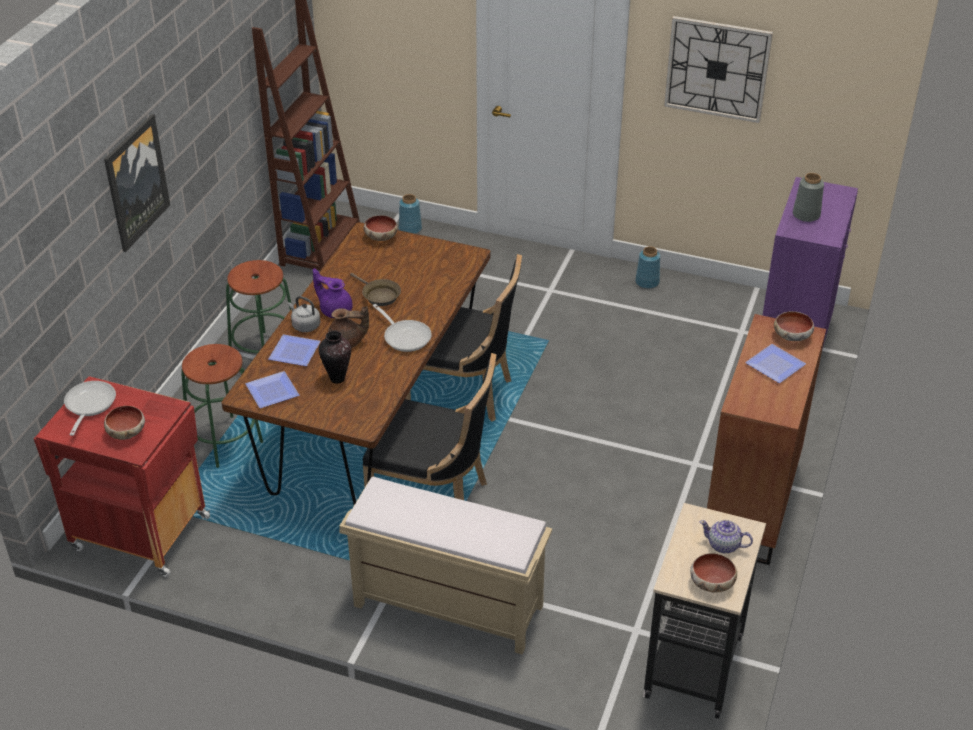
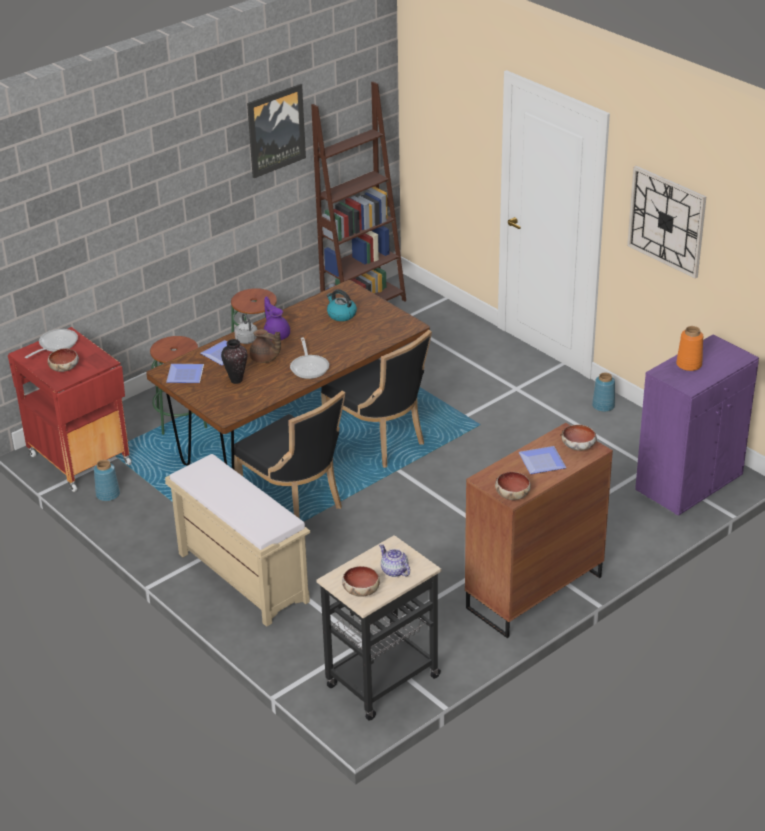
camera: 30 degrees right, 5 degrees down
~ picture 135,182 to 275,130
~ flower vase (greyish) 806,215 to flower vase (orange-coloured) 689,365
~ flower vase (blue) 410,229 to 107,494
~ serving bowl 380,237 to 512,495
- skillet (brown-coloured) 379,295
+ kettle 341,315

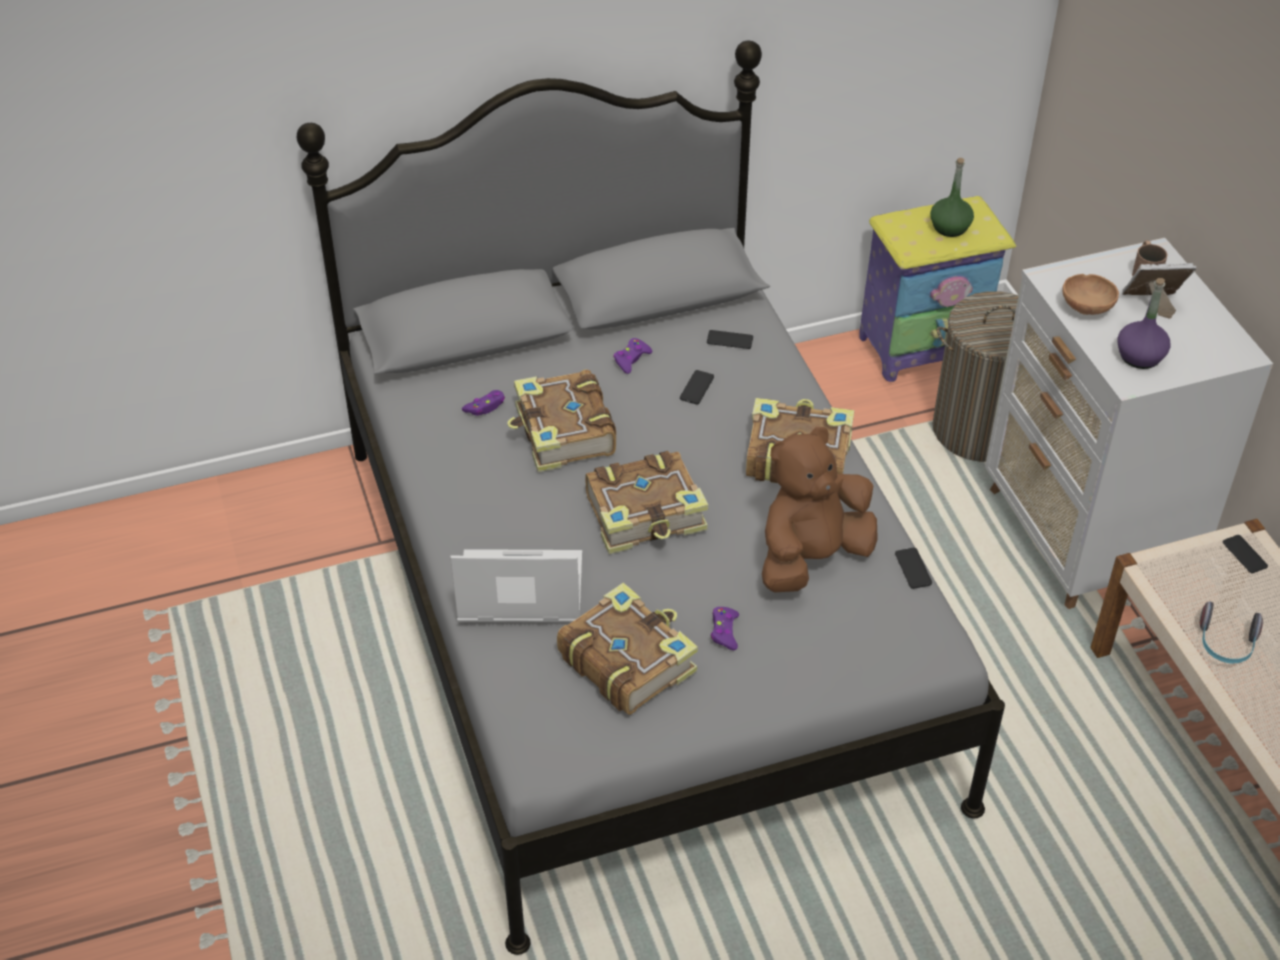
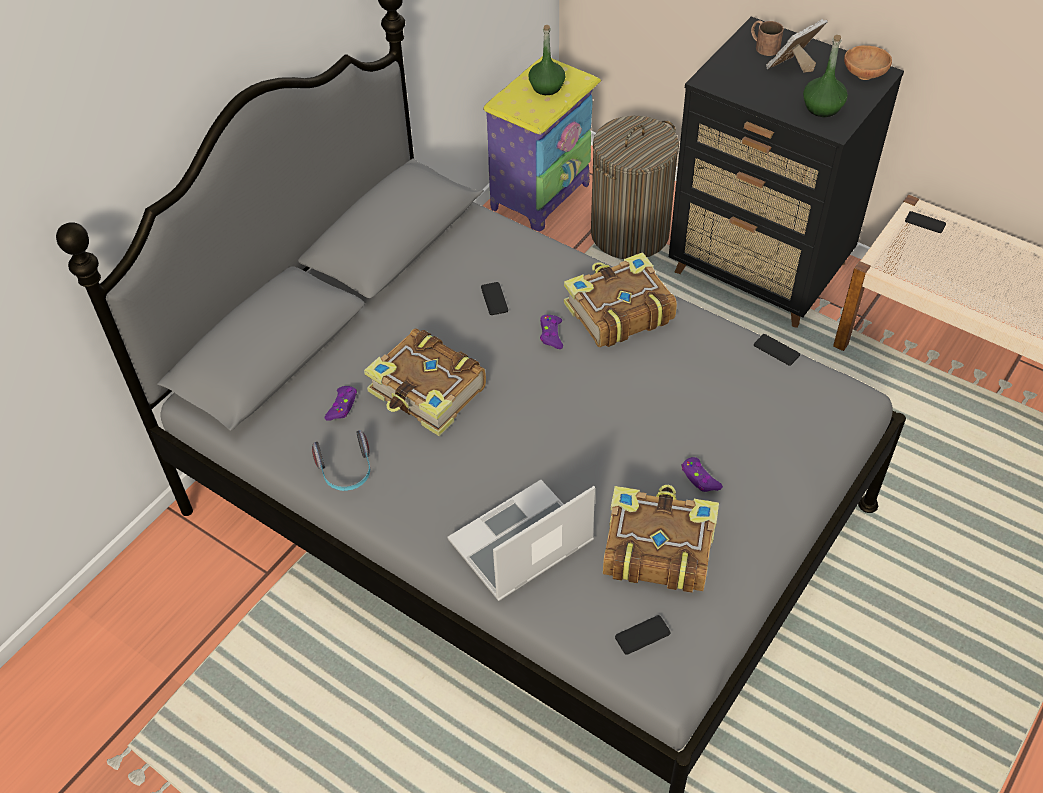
camera: 35 degrees left, 5 degrees up
~ chest of drawers (white) 1088,533 to chest of drawers (black-coloured) 761,268
~ serving bowl (brown-coloured) 1087,307 to 864,74
~ bottle (purplish) 1140,356 to bottle (green-coloured) 822,107
~ telephone 729,340 to 642,635
~ joypad (purplish) 631,359 to 551,335
- plush toy (brown-coloured) 811,558
- volume 647,515
~ headset 1225,645 to 346,471

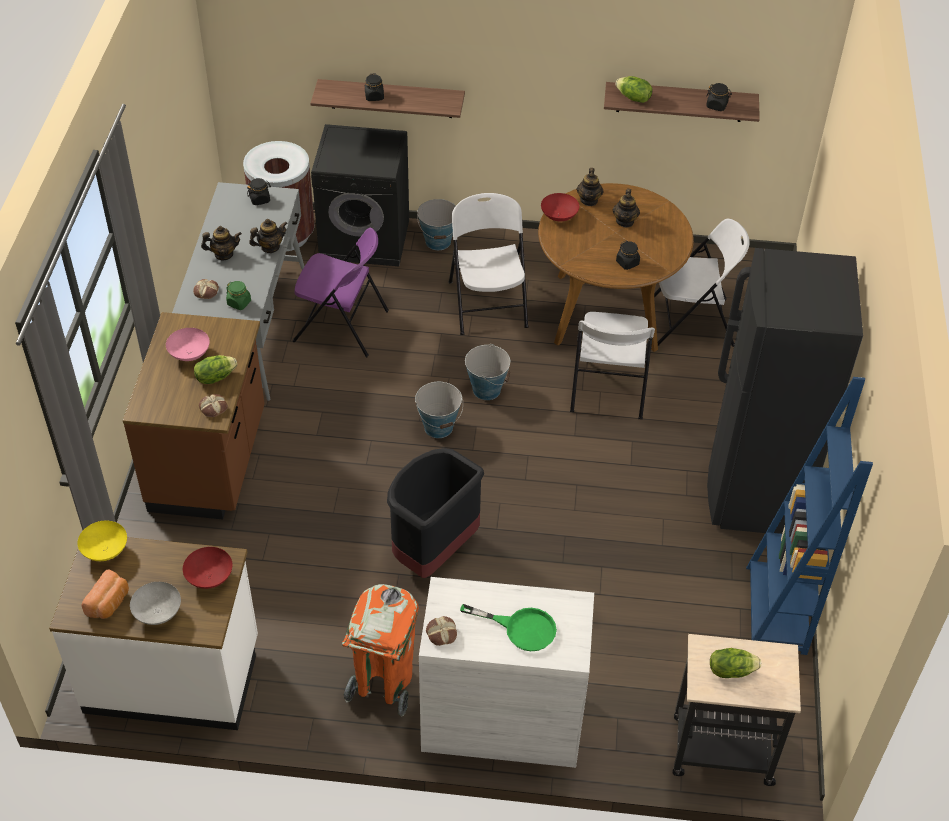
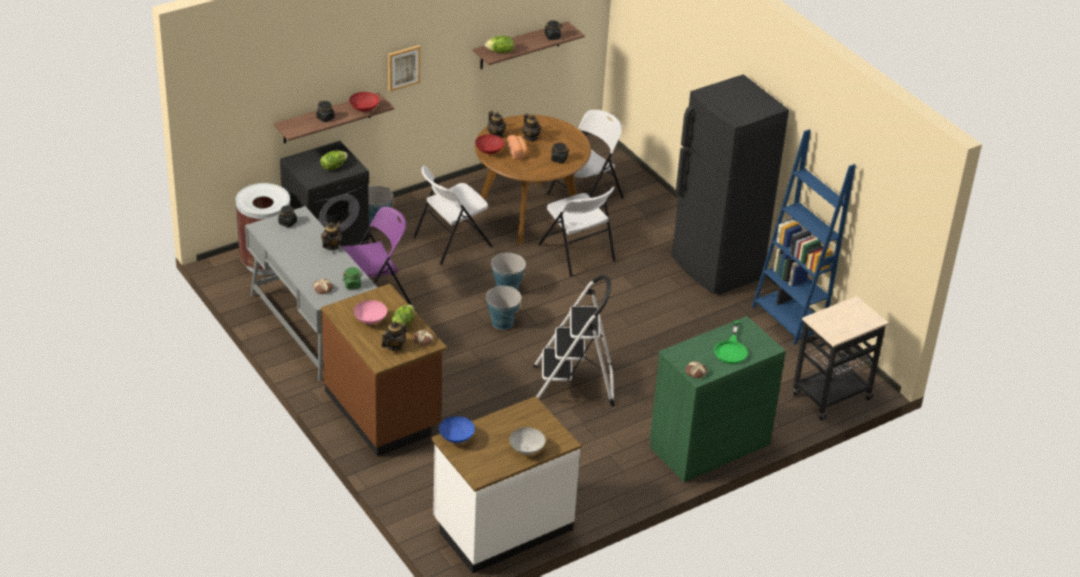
camera: 40 degrees left, 10 degrees down
~ chair (white) 488,304 = 452,242 75 degrees counterclockwise
~ tea pot 223,254 to 394,346
~ trash can (black-coloured) 433,551 to step ladder 576,386
~ serving bowl (yellow-coloured) 104,550 to serving bowl (blue) 456,438
~ serving bowl (reddish) 210,577 to 364,109
~ baked bread 109,603 to 518,153
~ chest of drawers (white) 501,719 to chest of drawers (green-coloured) 708,445
- trash can (orange-coloured) 383,684
~ skillet (green-coloured) 521,628 = 731,349 120 degrees clockwise
~ head of lettuce 731,670 to 333,166
+ picture 403,67

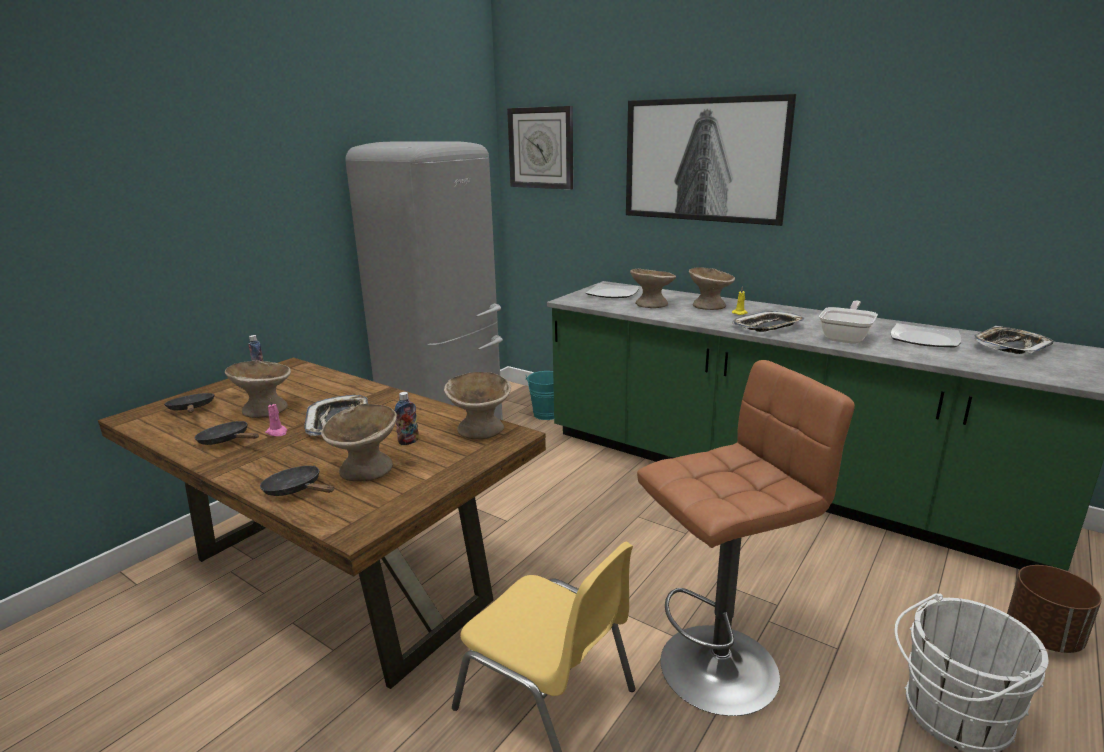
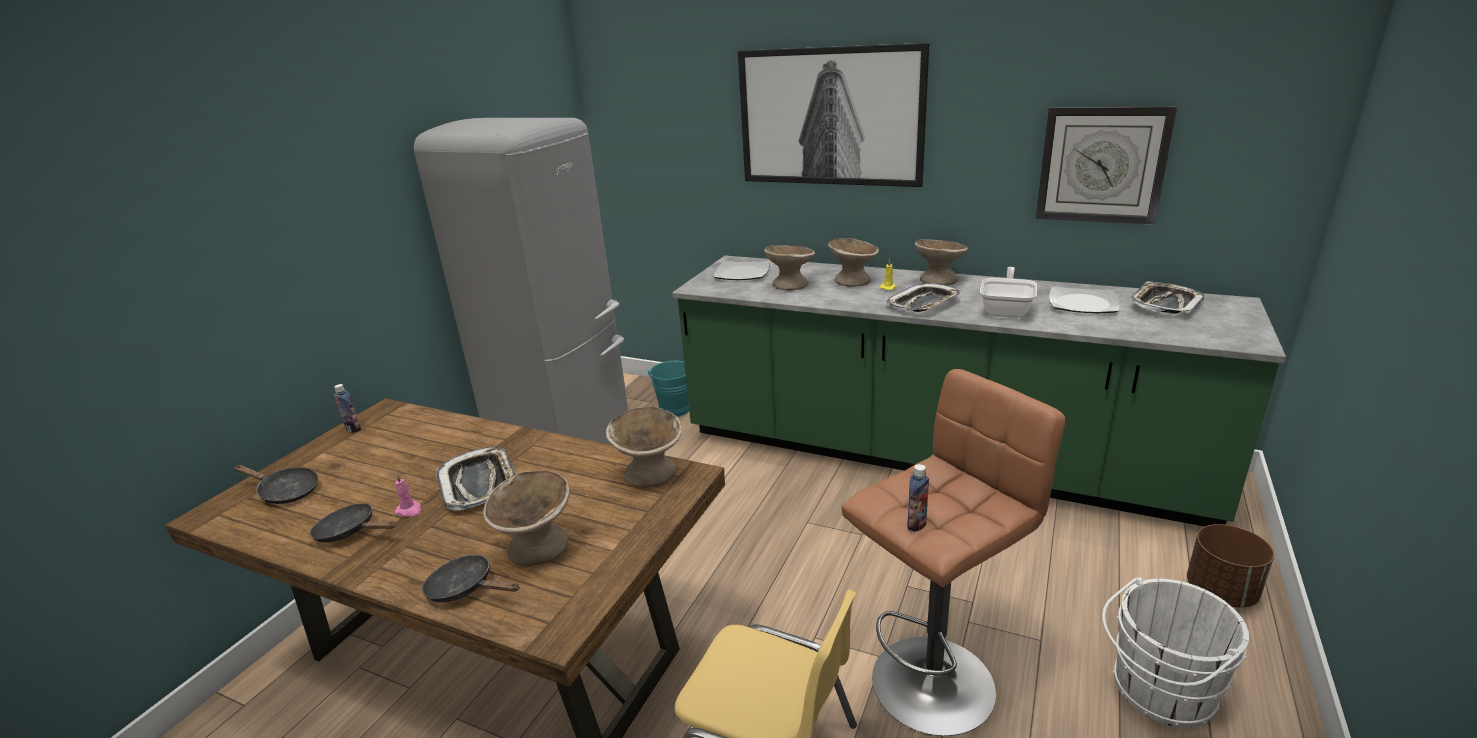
camera: 10 degrees left, 5 degrees up
~ wall clock 541,148 to 1102,165
~ serving bowl (beige) 265,409 to 938,280
~ bottle 408,441 to 916,524
~ skillet (black-coloured) 192,409 = 285,492 150 degrees clockwise

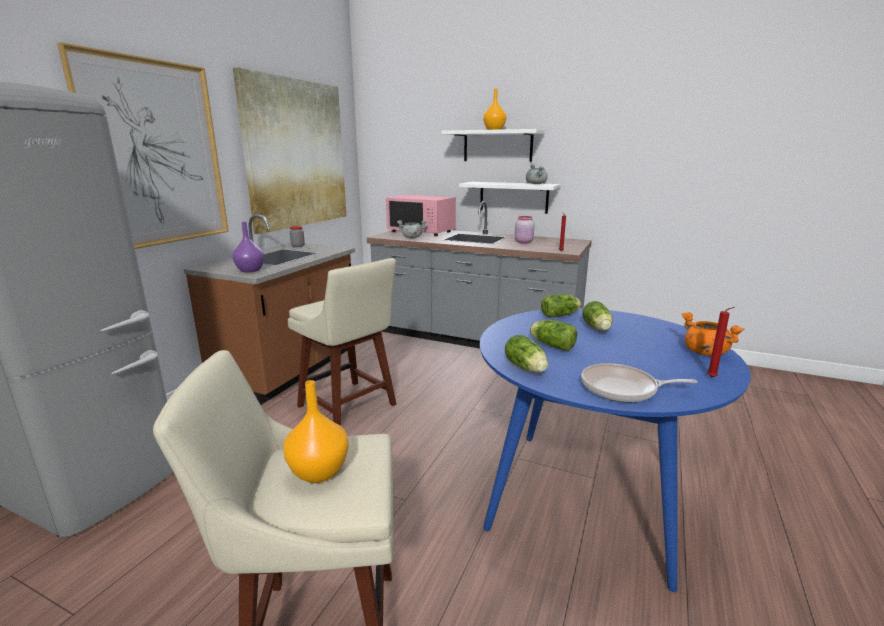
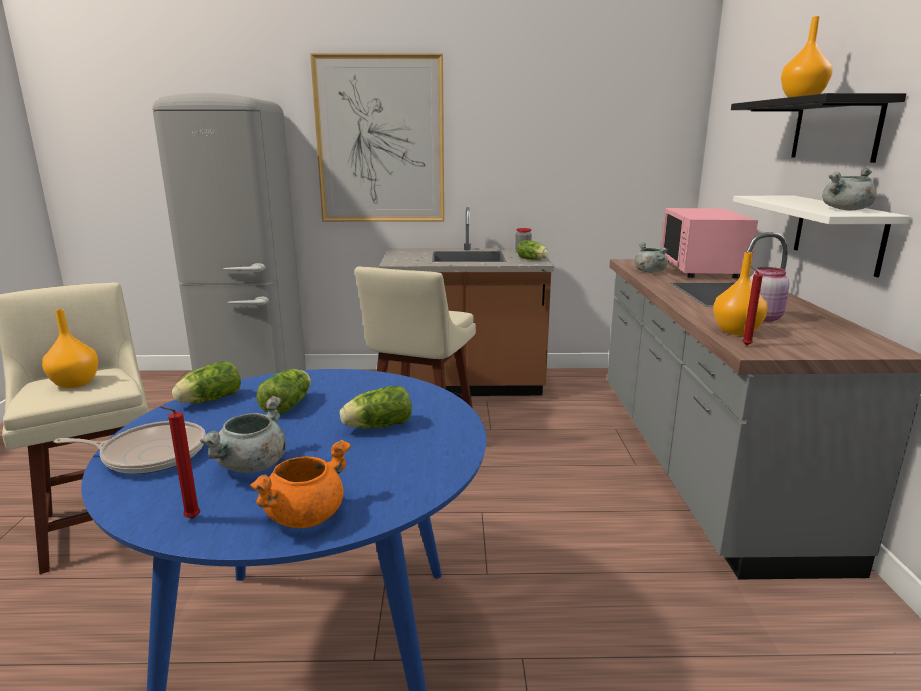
camera: 65 degrees right, 0 degrees up
- picture 296,154
~ bracket shelf (white) 497,146 to bracket shelf (black-coloured) 835,129
- flower vase (purplish) 250,270
~ head of lettuce 561,315 to 533,260
~ skillet 622,389 = 150,454 105 degrees clockwise
+ flower vase (orange-coloured) 735,331
+ stockpot (greyish) 252,466

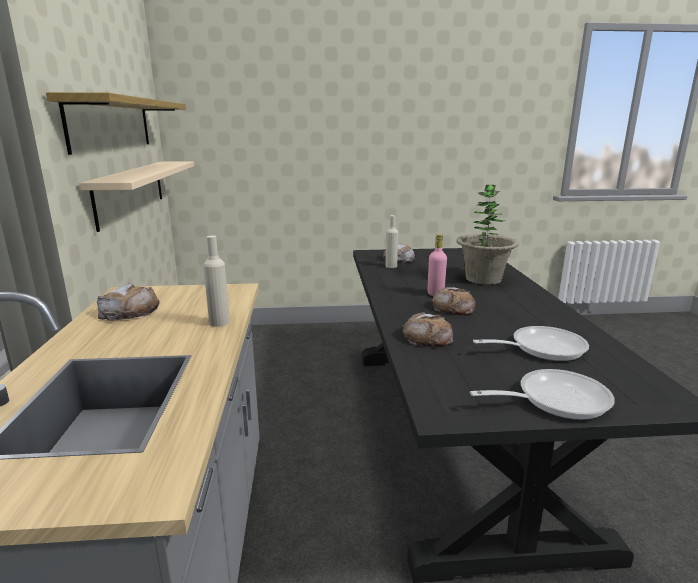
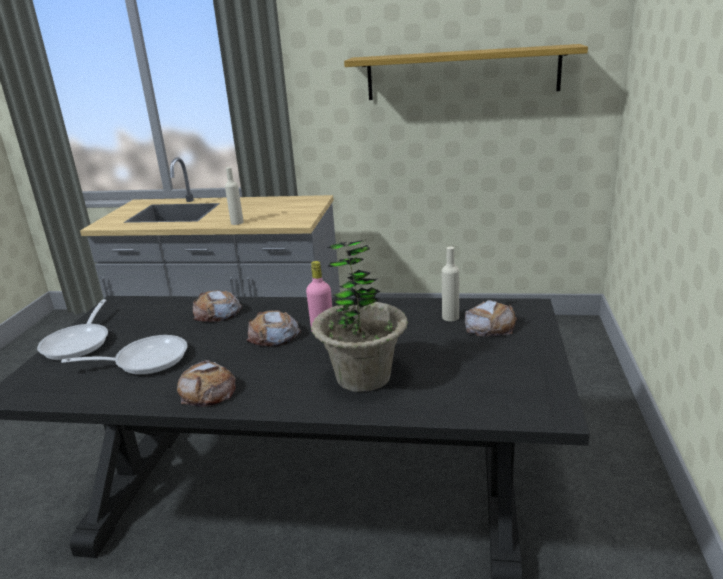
camera: 105 degrees right, 5 degrees up
- bracket shelf (beige) 131,191
~ baked bread 129,311 to 208,391
~ skillet 541,348 = 145,360 105 degrees counterclockwise

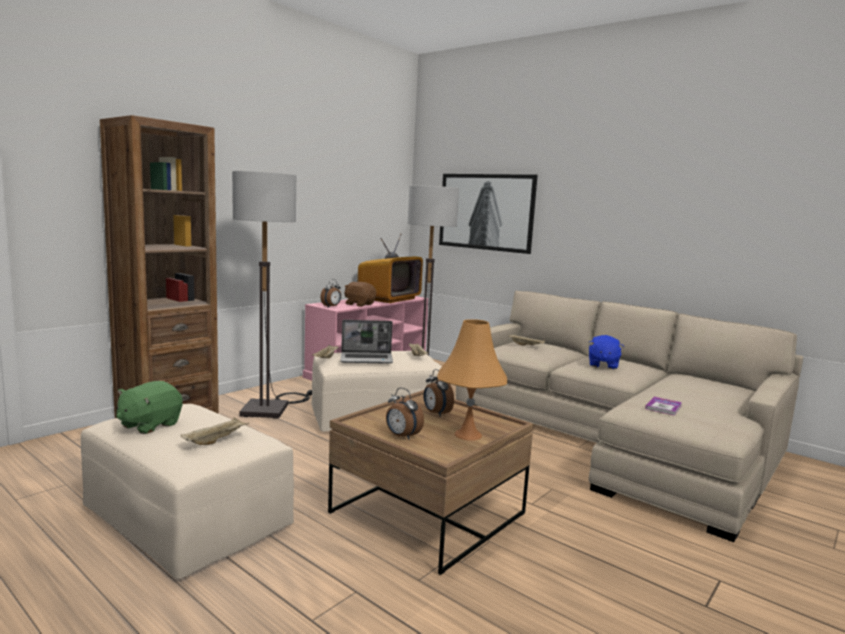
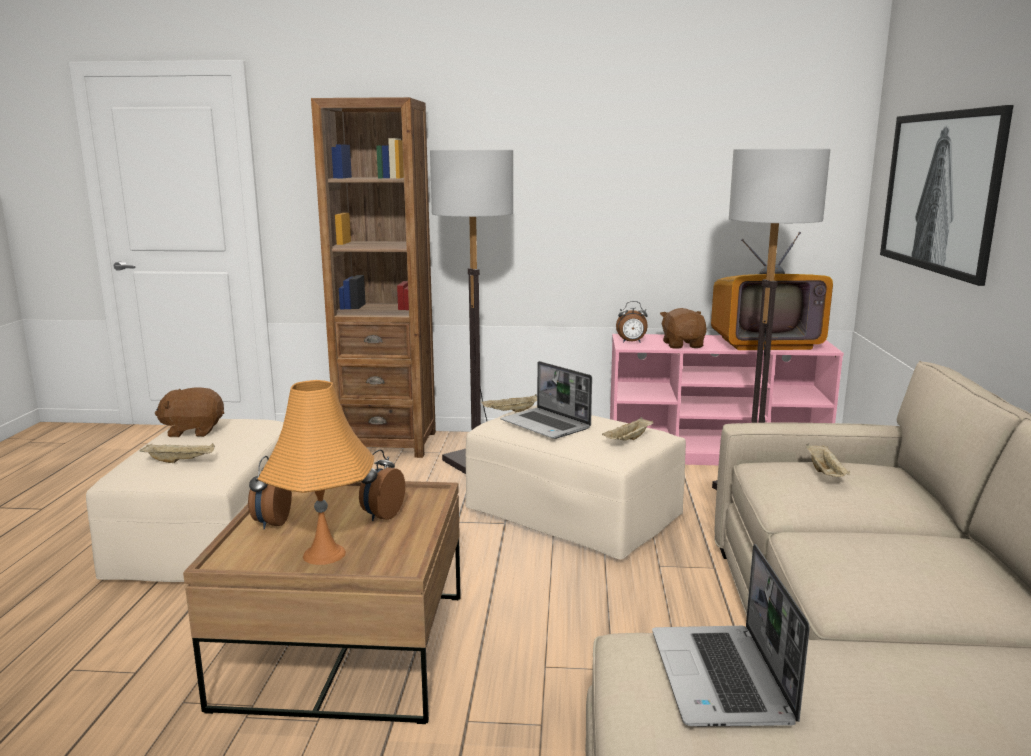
camera: 55 degrees right, 5 degrees up
- plush toy (blue) 602,365
~ plush toy (green-coloured) 149,425 to plush toy (brown-coloured) 193,431
~ volume 663,407 to notebook computer 722,679

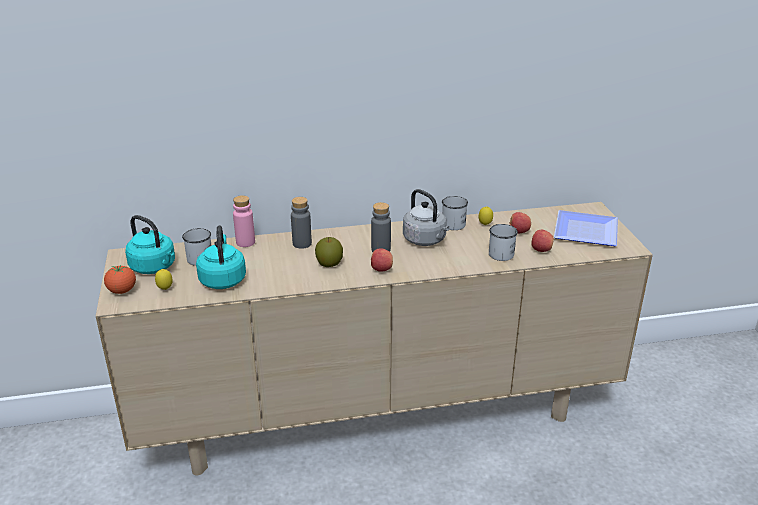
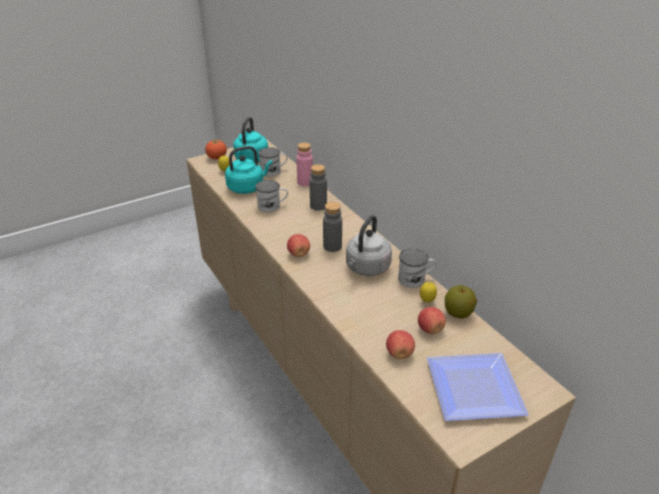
camera: 70 degrees right, 5 degrees up
~ mug (white) 501,252 to 272,206
~ apple 329,264 to 458,313

